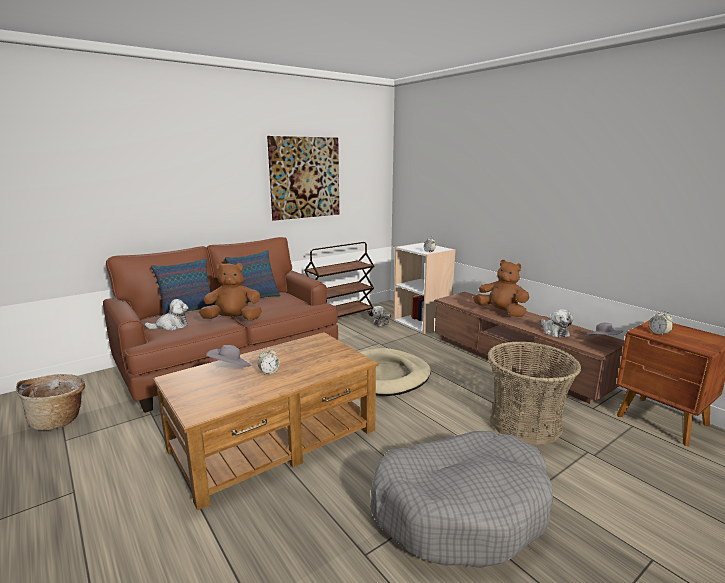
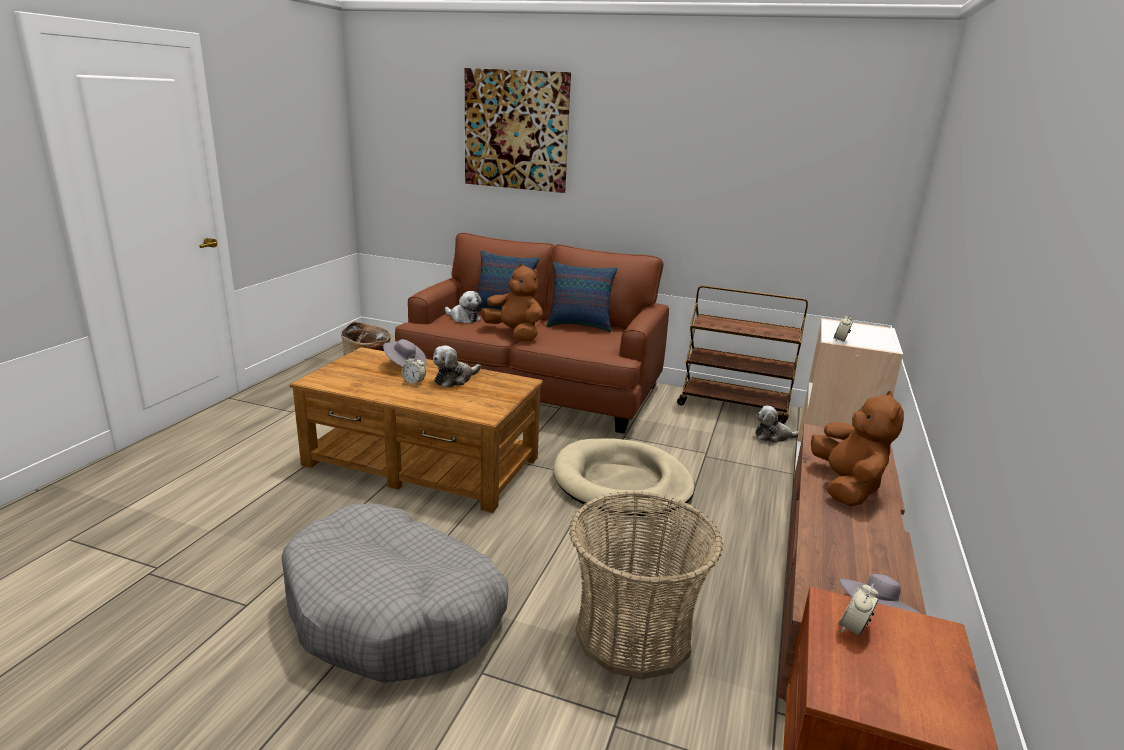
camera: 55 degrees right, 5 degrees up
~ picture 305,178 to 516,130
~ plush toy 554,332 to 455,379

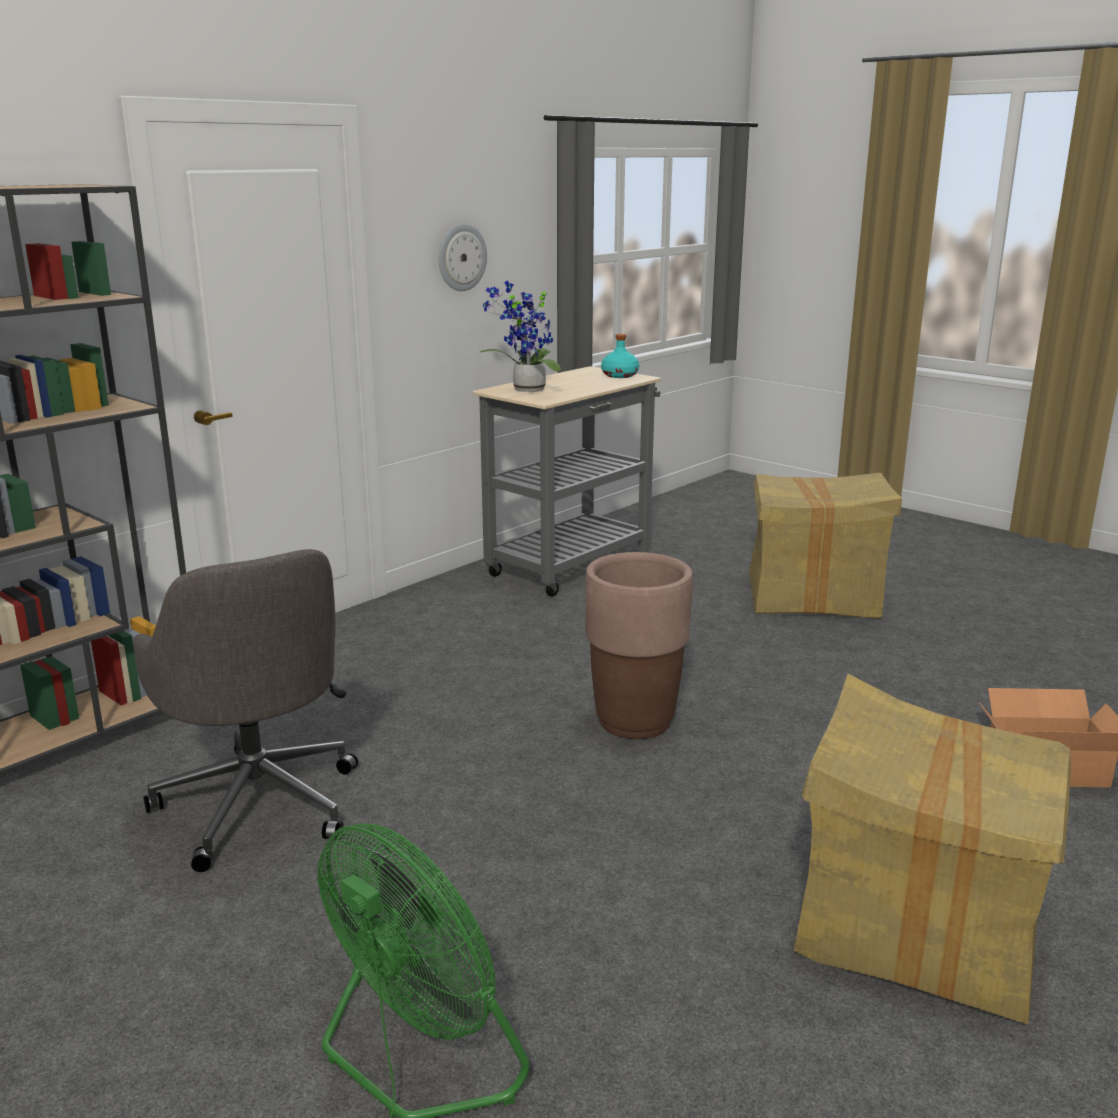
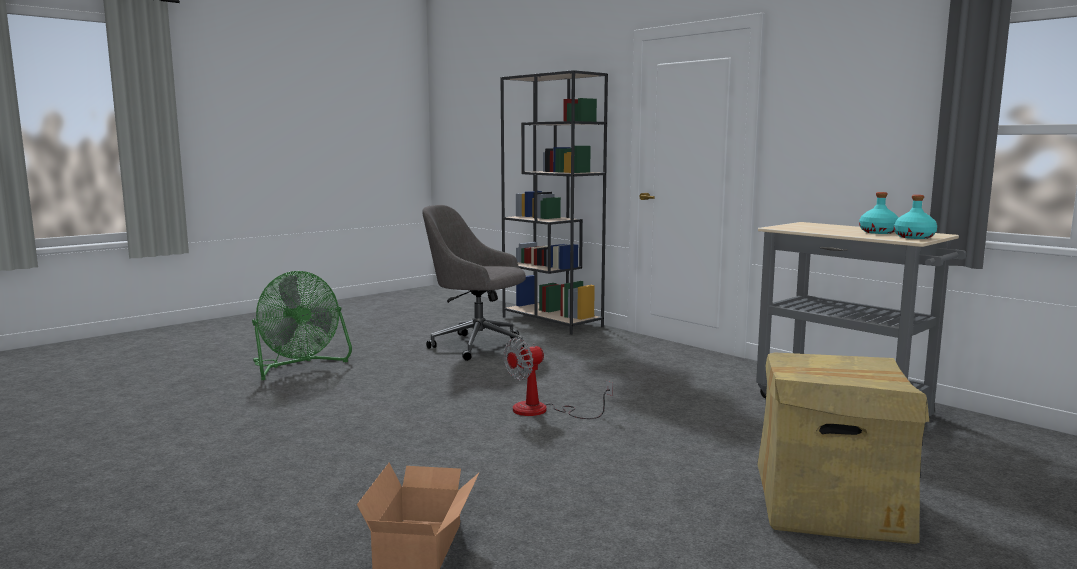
camera: 95 degrees right, 10 degrees down
- wall clock 461,257
- potted plant 525,390
~ computer chair (greyish) 260,807 = 477,346 45 degrees clockwise
~ planter (brown-coloured) 634,722 to cooling fan 542,411
- packing box 918,927
+ bottle (turquoise-coloured) 878,232

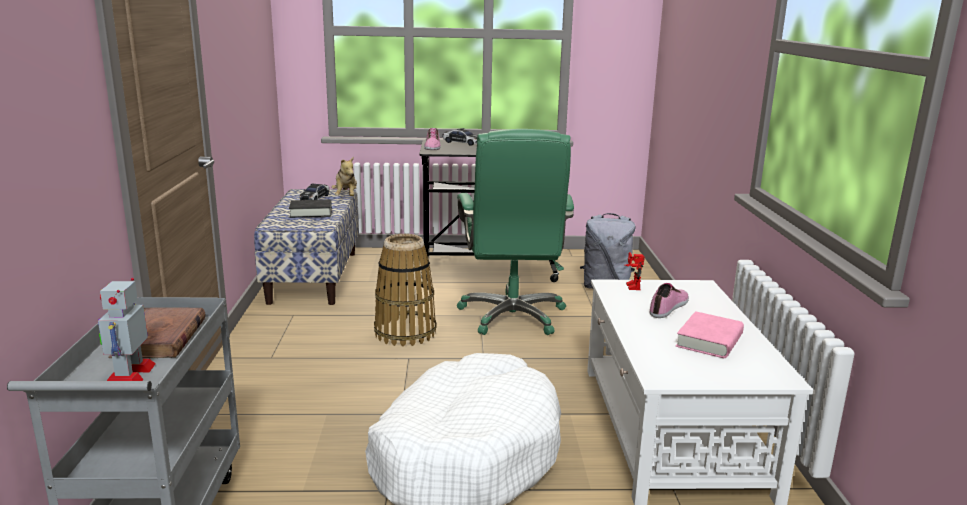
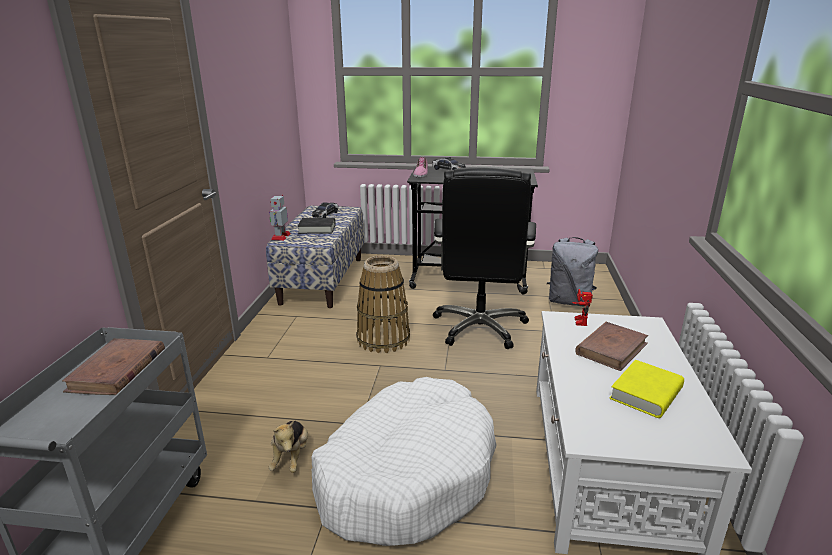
camera: 10 degrees right, 5 degrees up
~ computer chair (green-coloured) 512,314 to computer chair (black-coloured) 479,325
~ plush toy 346,197 to 291,457
~ toy robot 130,375 to 281,236
~ item of footwear 669,307 to volume (brown-coloured) 611,349
~ volume (pink-coloured) 709,341 to volume (yellow-coloured) 646,394

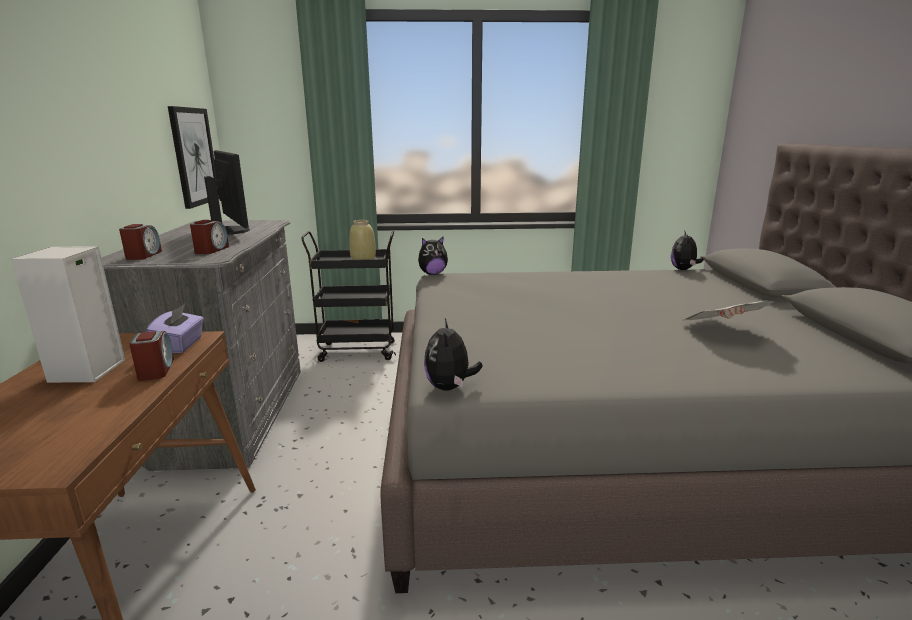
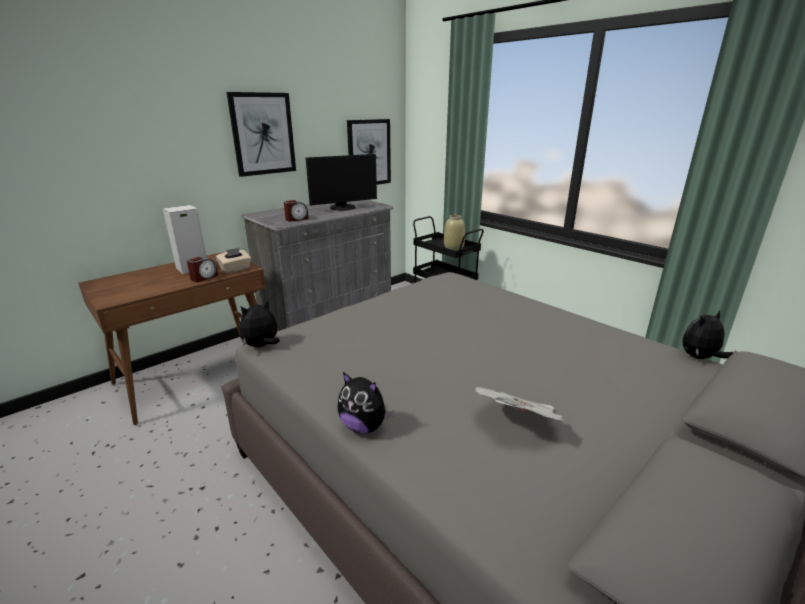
camera: 50 degrees right, 5 degrees up
~ computer screen 232,231 = 343,208 45 degrees clockwise
- table clock 143,255
~ plush toy 432,274 to 364,426
~ box of tissues (purplish) 180,345 to box of tissues (beige) 235,269
+ picture 263,134

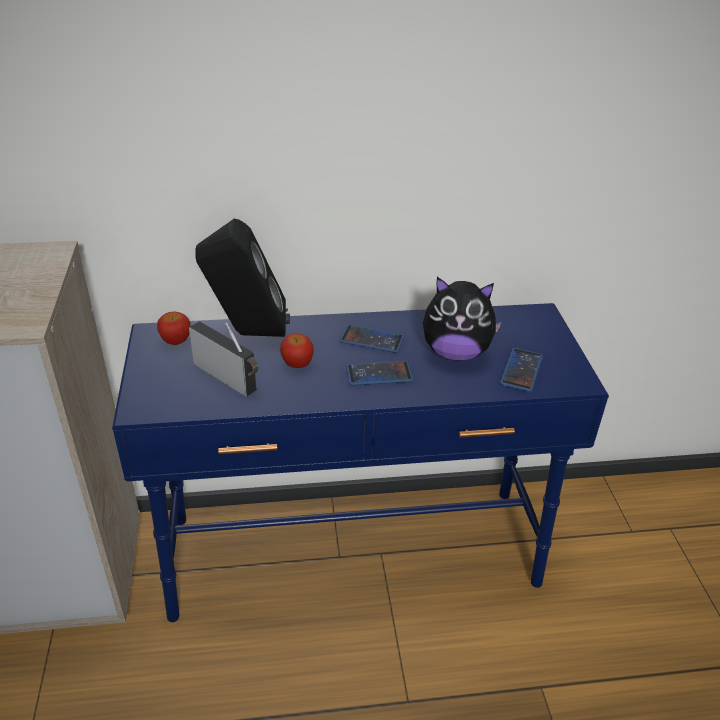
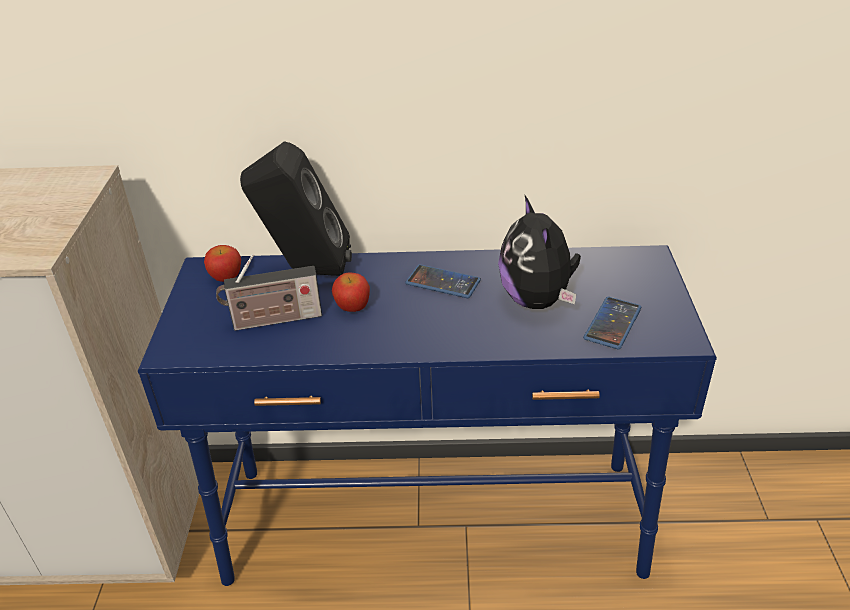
camera: 10 degrees right, 0 degrees up
~ plush toy 455,352 = 537,300 60 degrees clockwise
~ radio set 228,378 = 273,320 120 degrees clockwise
- telephone 379,374

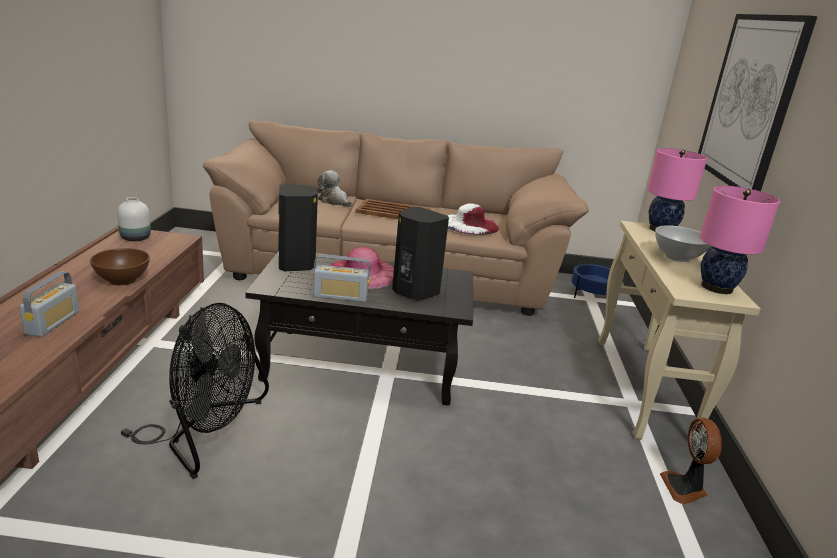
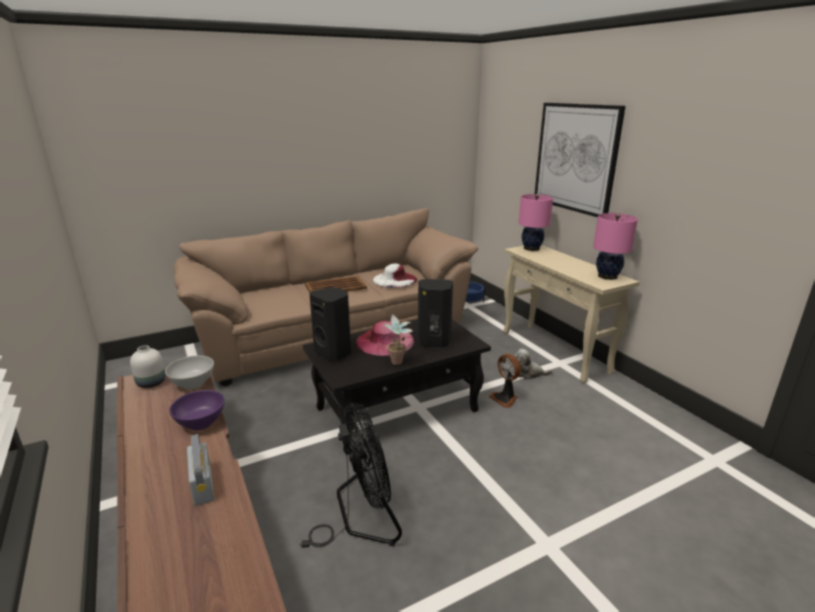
camera: 30 degrees left, 0 degrees up
~ plush toy 334,201 to 528,373
~ serving bowl (white) 677,257 to 192,383
~ serving bowl (brown-coloured) 122,280 to serving bowl (purplish) 201,423
~ radio set 340,296 to potted plant 398,364
~ cooling fan 685,488 to 505,398

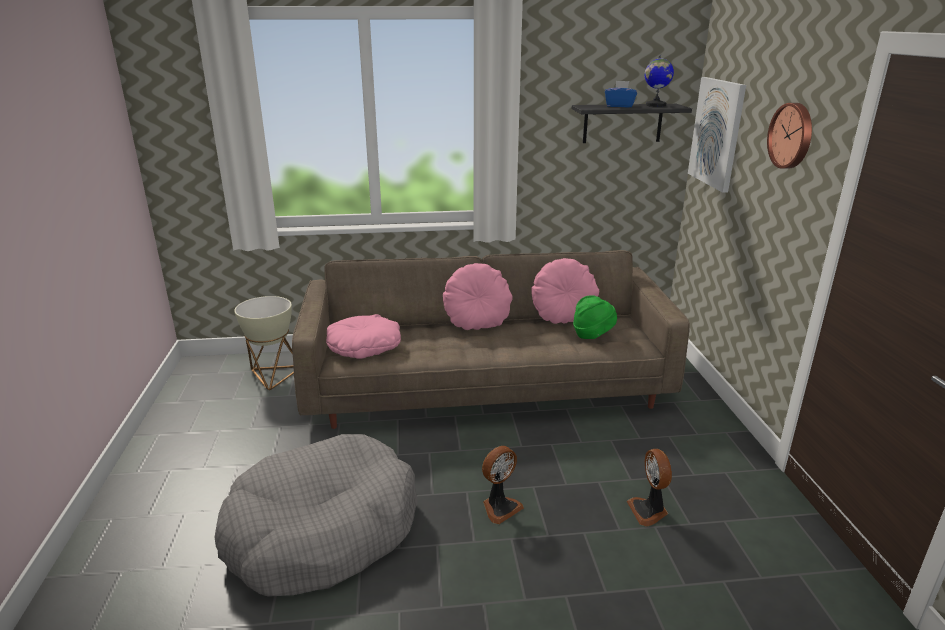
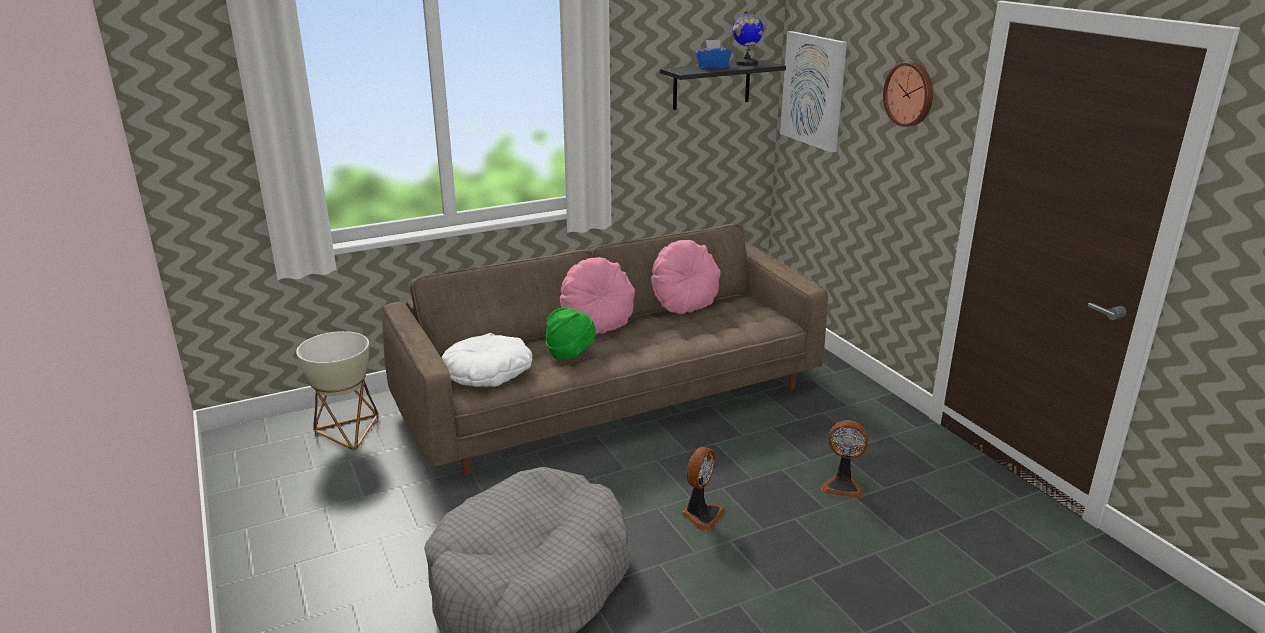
camera: 20 degrees left, 0 degrees up
~ wearable hat (green-coloured) 593,335 to 570,353
~ cushion (pink-coloured) 364,346 to cushion (white) 486,372
~ cooling fan 649,511 = 842,485 45 degrees counterclockwise

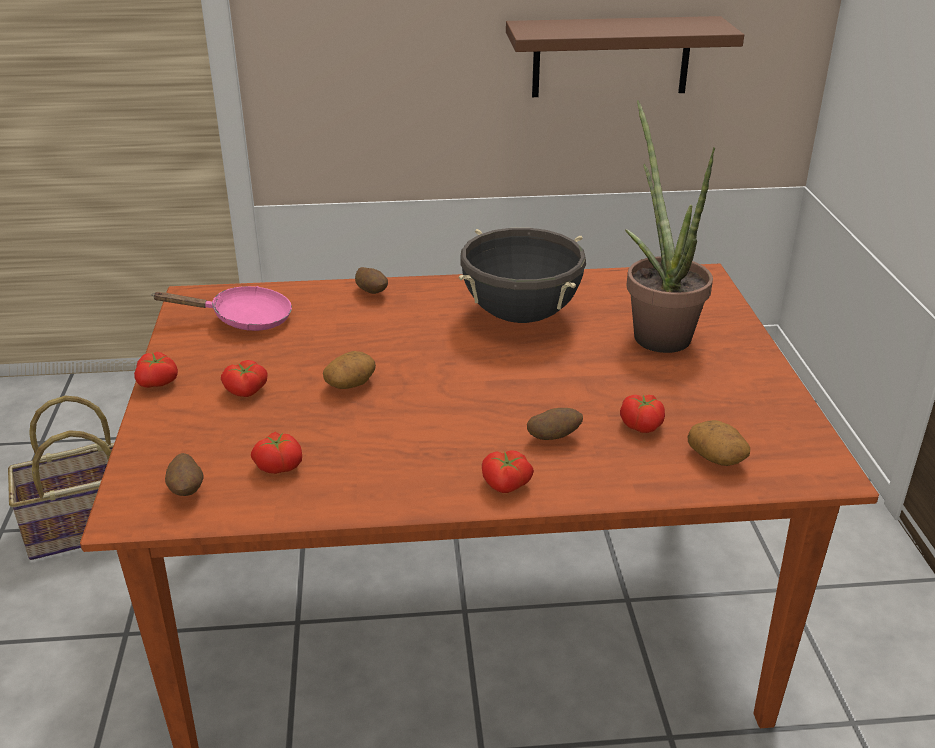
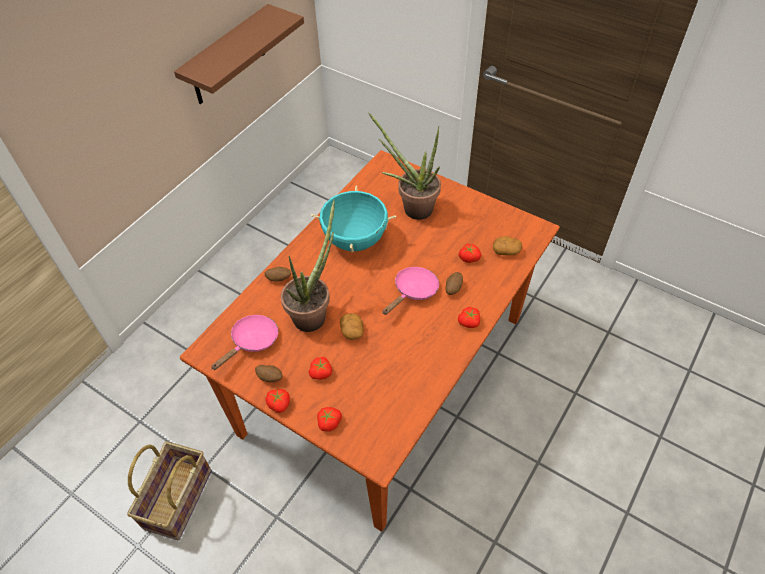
camera: 50 degrees left, 20 degrees up
~ stockpot (black-coloured) 521,315 to stockpot (turquoise-coloured) 355,240
~ whole tomato 279,465 to 328,422
~ potato 187,490 to 270,377
+ potted plant 314,313
+ skillet (pink-coloured) 413,291

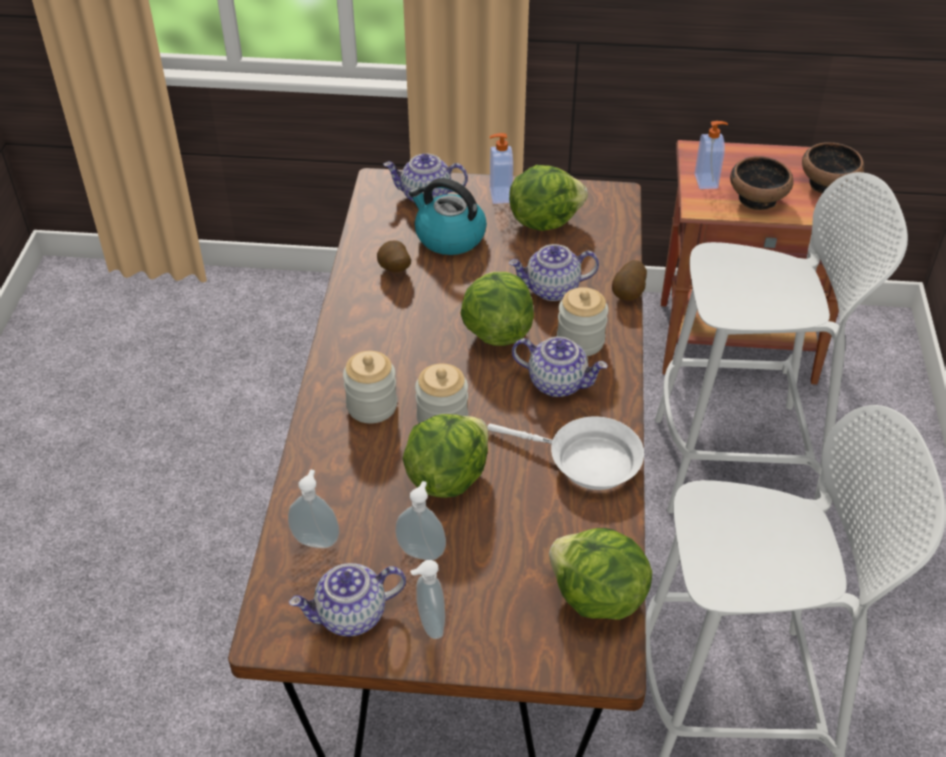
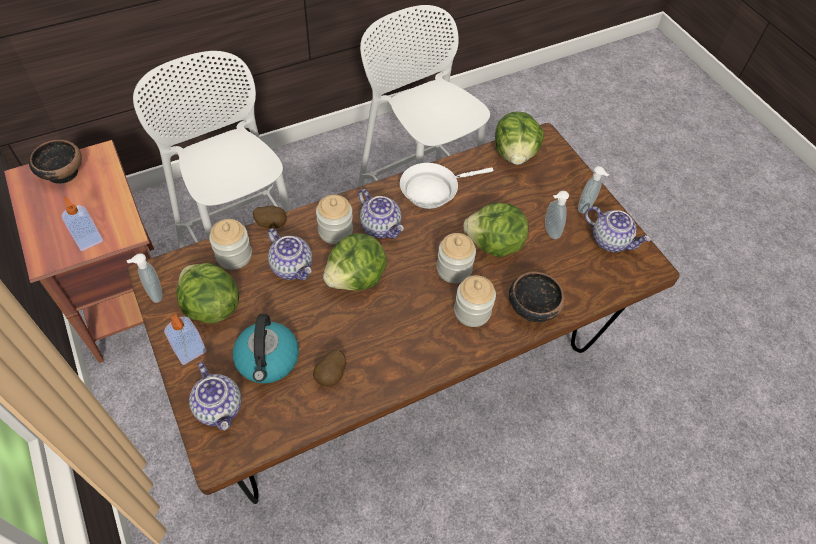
camera: 125 degrees left, 10 degrees up
~ serving bowl 758,198 to 532,307
~ tea pot 558,382 = 381,227 150 degrees clockwise
~ skillet (white) 586,461 = 433,190 105 degrees counterclockwise
~ liquid soap bottle 316,539 to 154,294
+ jar 234,255

